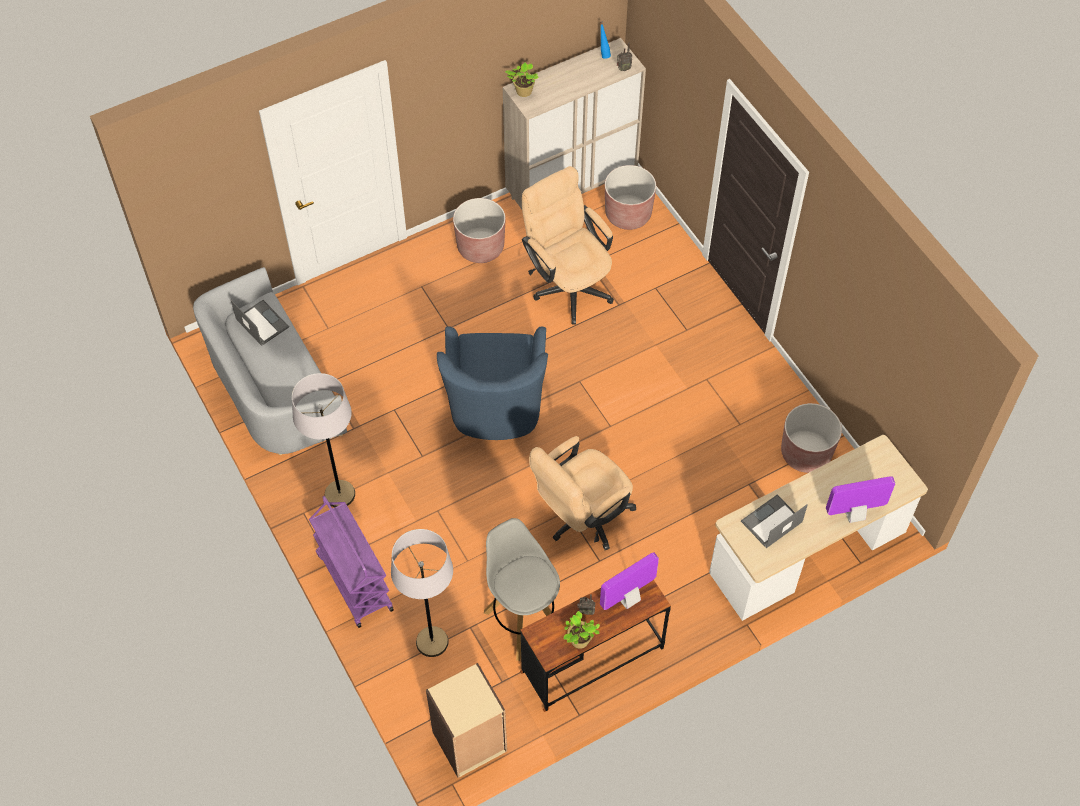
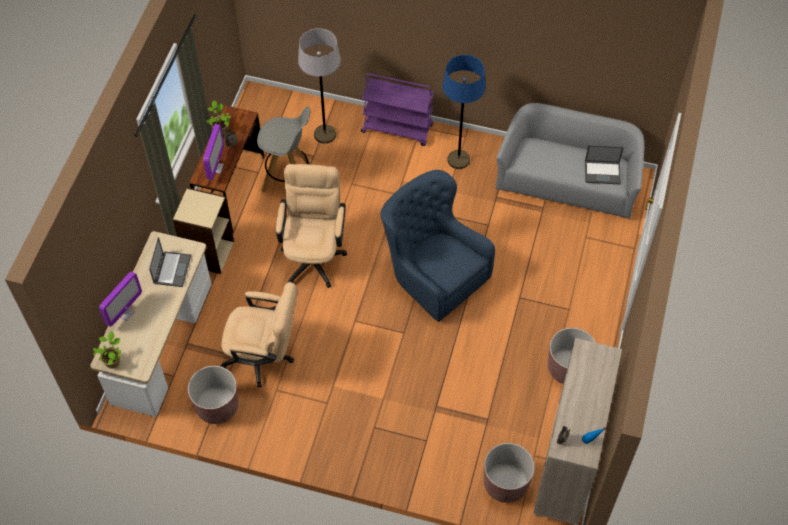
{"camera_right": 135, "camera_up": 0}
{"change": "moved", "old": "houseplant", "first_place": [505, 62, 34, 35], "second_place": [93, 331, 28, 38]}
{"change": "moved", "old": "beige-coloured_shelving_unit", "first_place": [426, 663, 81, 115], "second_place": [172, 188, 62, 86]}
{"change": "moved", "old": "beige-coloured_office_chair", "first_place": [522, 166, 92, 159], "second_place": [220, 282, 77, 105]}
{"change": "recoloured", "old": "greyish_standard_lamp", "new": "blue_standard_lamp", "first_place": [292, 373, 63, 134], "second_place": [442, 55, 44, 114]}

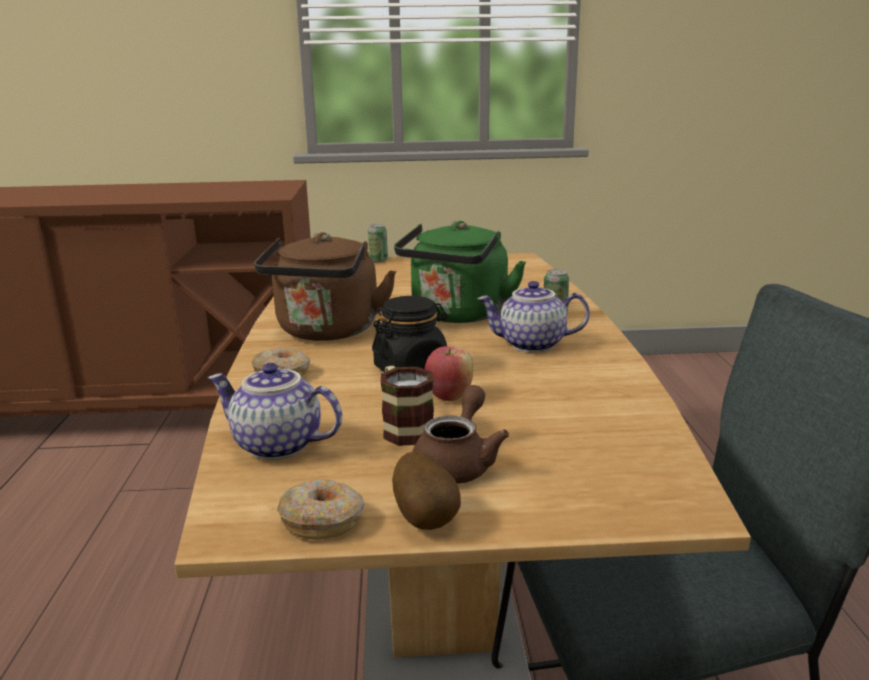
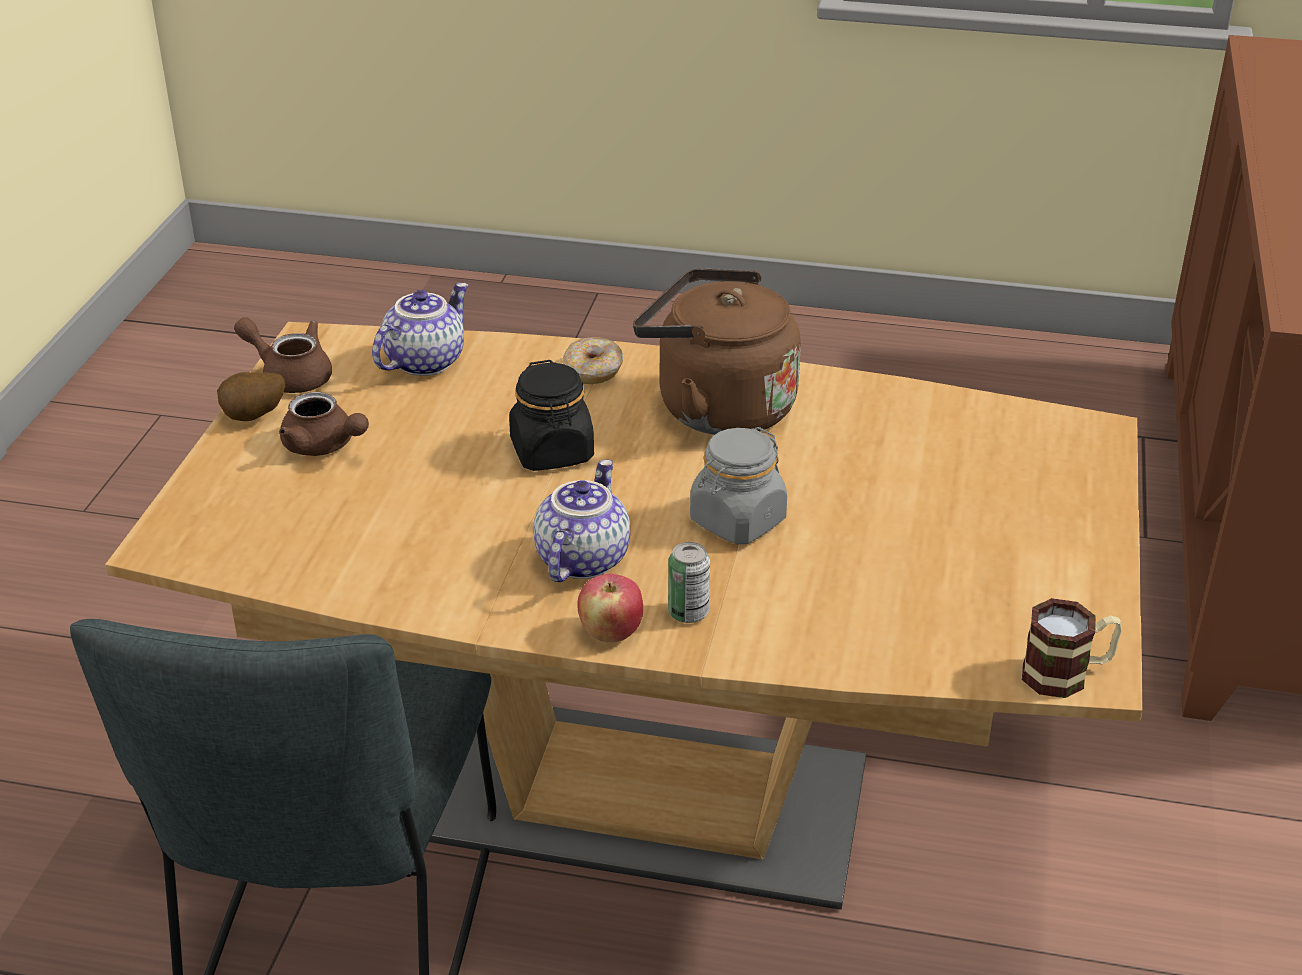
{"camera_right": 105, "camera_up": 15}
{"change": "replaced", "old": "donut", "new": "brown_tea_pot", "first_place": [277, 479, 87, 61], "second_place": [234, 317, 98, 76]}
{"change": "moved", "old": "whole_apple", "first_place": [425, 346, 48, 56], "second_place": [578, 574, 65, 68]}
{"change": "replaced", "old": "greenish_kettle", "new": "greyish_jar", "first_place": [394, 221, 132, 102], "second_place": [690, 427, 97, 117]}
{"change": "moved", "old": "coffee_mug", "first_place": [381, 366, 53, 80], "second_place": [1022, 598, 100, 100]}
{"change": "removed", "old": "can", "first_place": [368, 224, 20, 39]}

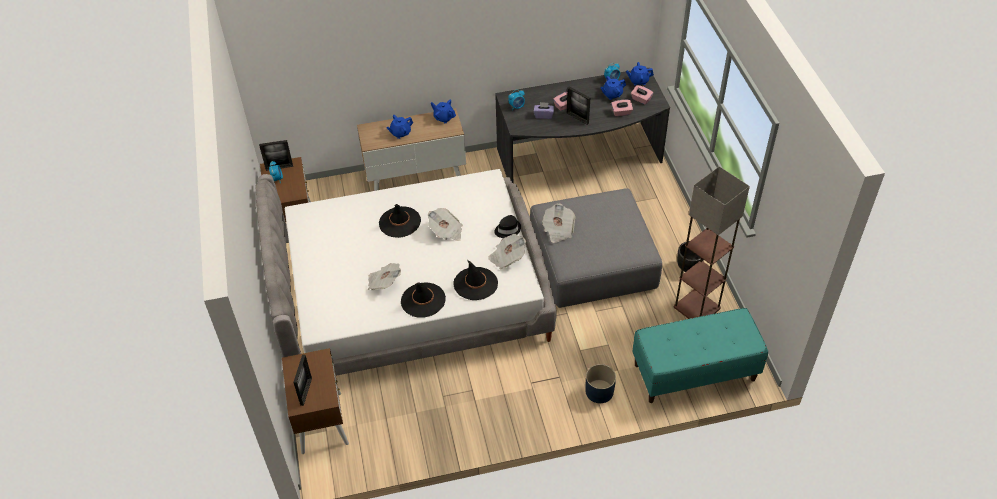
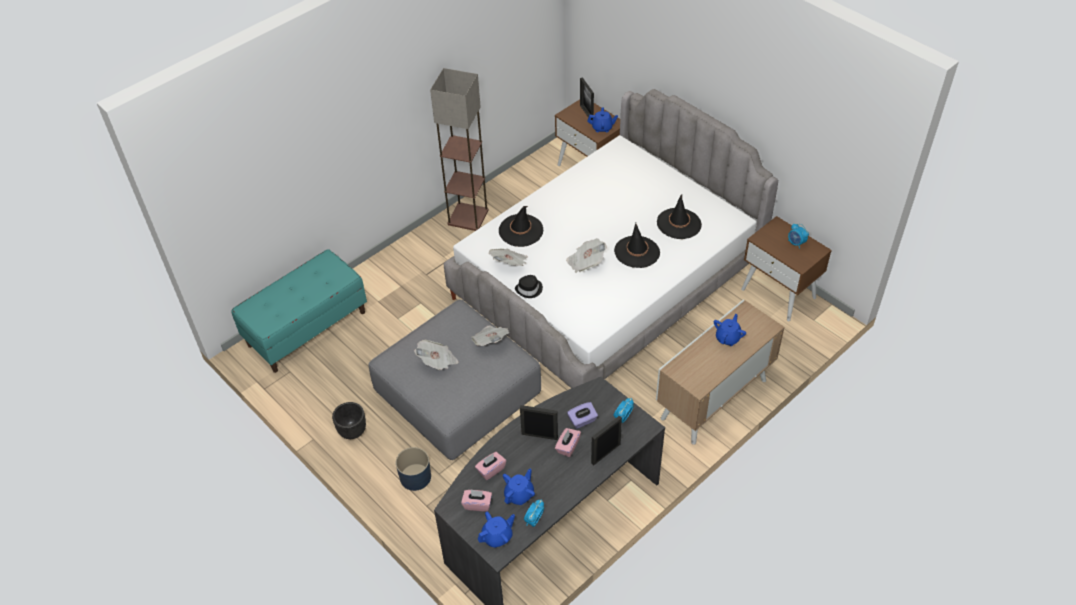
{"camera_right": 150, "camera_up": 0}
{"change": "moved", "old": "blue_planter", "first_place": [585, 364, 31, 39], "second_place": [396, 447, 35, 44]}
{"change": "moved", "old": "daily_paper", "first_place": [368, 263, 33, 27], "second_place": [414, 339, 45, 31]}
{"change": "moved", "old": "standard_lamp", "first_place": [674, 166, 76, 153], "second_place": [430, 68, 58, 163]}
{"change": "moved", "old": "blue_tea_pot", "first_place": [431, 100, 25, 23], "second_place": [588, 107, 30, 25]}
{"change": "moved", "old": "standing_frame", "first_place": [259, 140, 34, 31], "second_place": [591, 416, 31, 49]}
{"change": "moved", "old": "black_wearable_hat", "first_place": [401, 282, 45, 35], "second_place": [657, 194, 45, 45]}

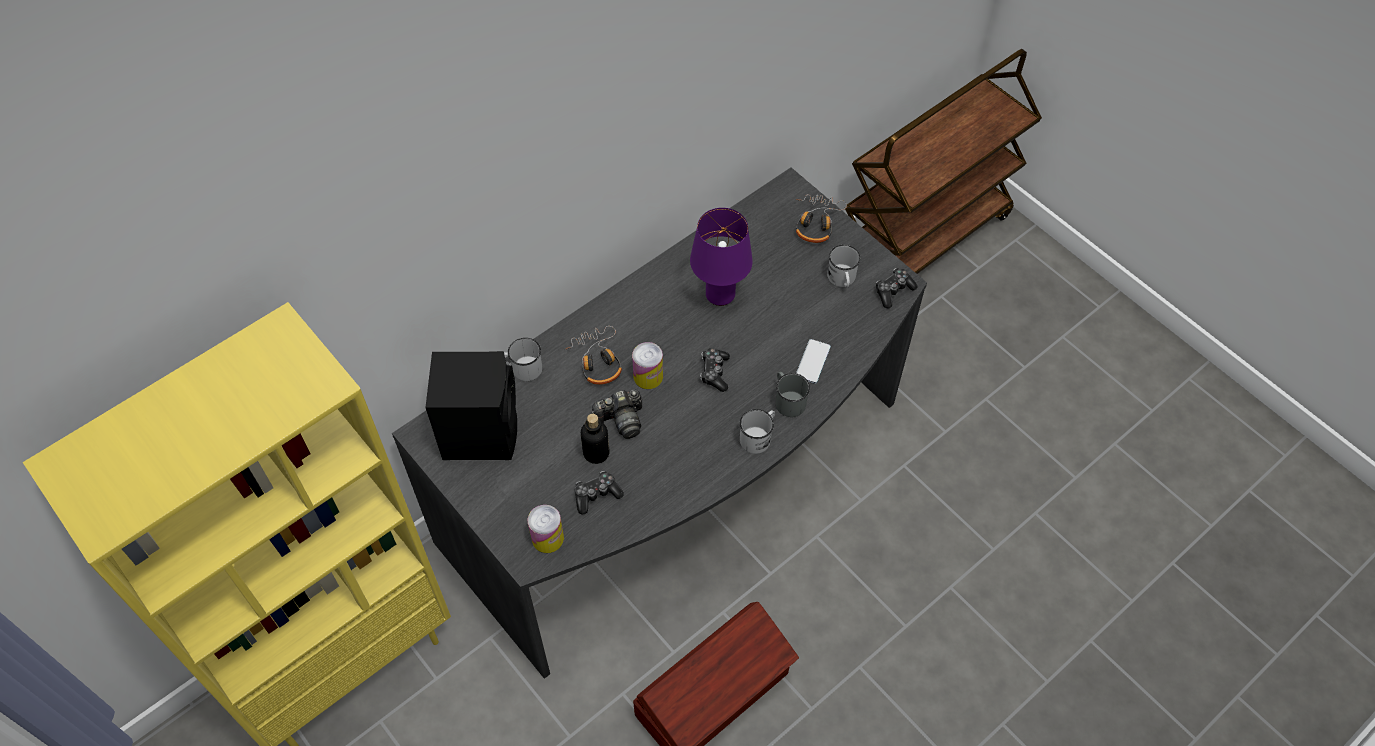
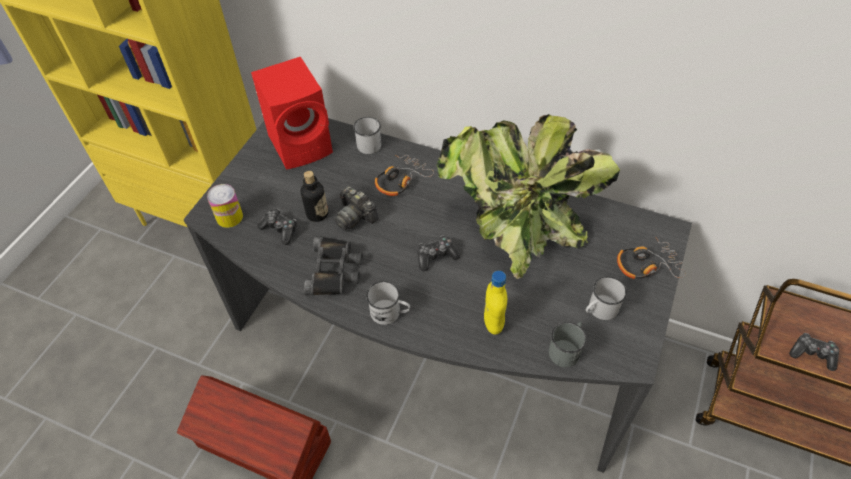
{"camera_right": 65, "camera_up": -5}
{"change": "recoloured", "old": "black_speaker", "new": "reddish_speaker", "first_place": [425, 351, 92, 109], "second_place": [251, 57, 82, 113]}
{"change": "added", "new": "black_field_glasses", "second_place": [304, 236, 59, 60]}
{"change": "replaced", "old": "purplish_tabletop_lamp", "new": "houseplant", "first_place": [690, 208, 63, 98], "second_place": [437, 114, 183, 165]}
{"change": "replaced", "old": "phone", "new": "yellowish_drink_bottle", "first_place": [796, 339, 35, 45], "second_place": [484, 271, 23, 64]}
{"change": "moved", "old": "greyish_coffee_mug", "first_place": [776, 372, 34, 45], "second_place": [549, 322, 38, 45]}
{"change": "moved", "old": "gamepad", "first_place": [876, 268, 42, 41], "second_place": [789, 333, 50, 38]}
{"change": "removed", "old": "can", "first_place": [632, 342, 31, 47]}

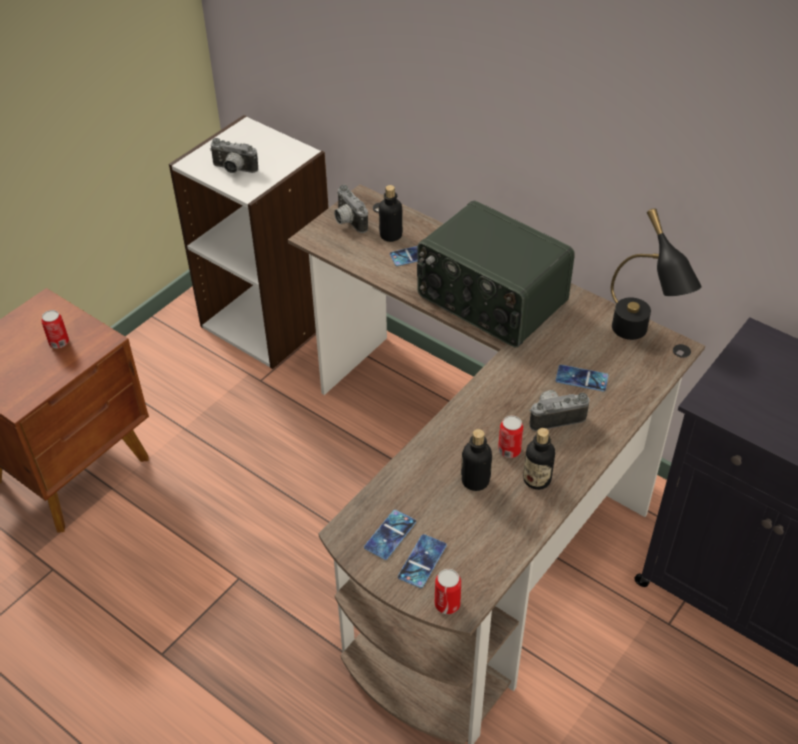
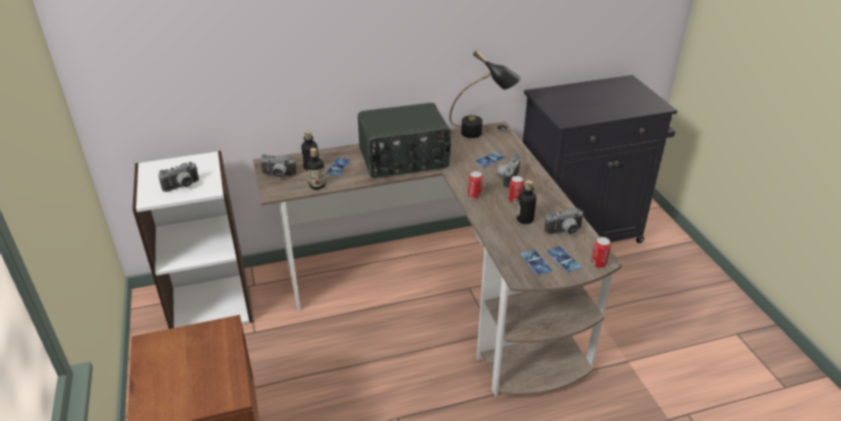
{"camera_right": -55, "camera_up": -10}
{"change": "moved", "old": "drink_bottle", "first_place": [523, 428, 32, 62], "second_place": [306, 148, 20, 41]}
{"change": "moved", "old": "can", "first_place": [41, 310, 28, 38], "second_place": [468, 171, 15, 28]}
{"change": "added", "new": "still_camera", "second_place": [544, 208, 40, 27]}

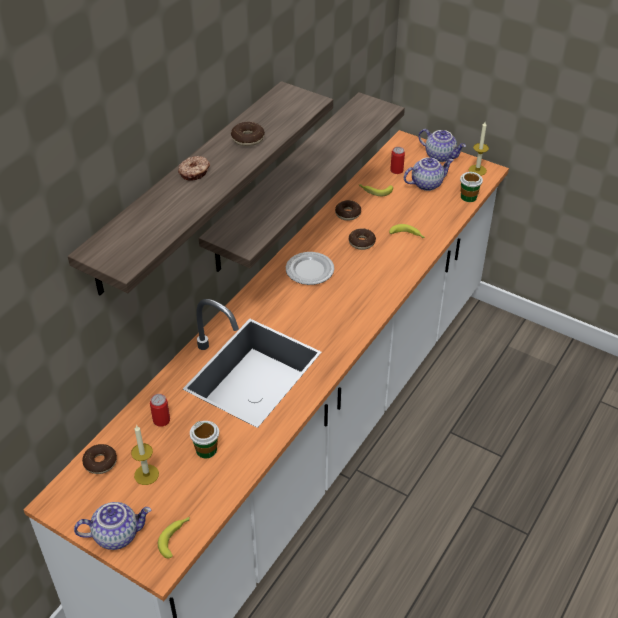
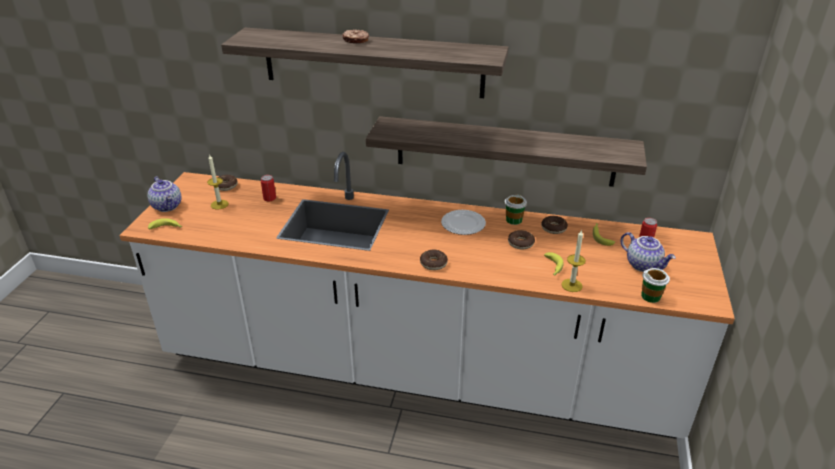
{"camera_right": 70, "camera_up": -10}
{"change": "moved", "old": "donut", "first_place": [231, 122, 34, 24], "second_place": [420, 250, 28, 20]}
{"change": "moved", "old": "cup", "first_place": [190, 421, 29, 37], "second_place": [505, 194, 22, 31]}
{"change": "moved", "old": "wax_light", "first_place": [469, 122, 20, 54], "second_place": [561, 229, 25, 63]}
{"change": "removed", "old": "tea_pot", "first_place": [418, 129, 48, 33]}

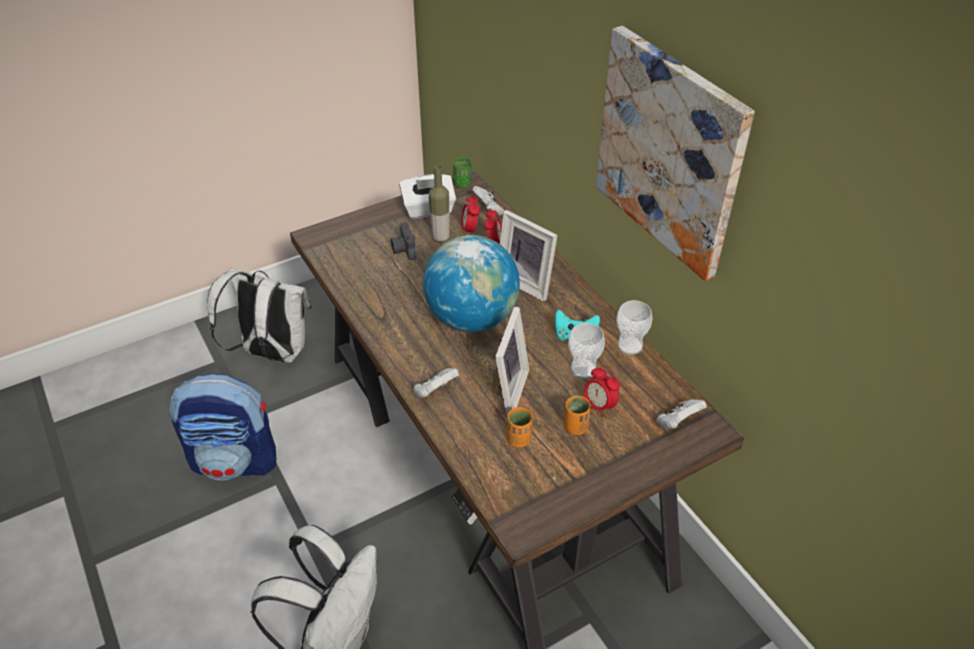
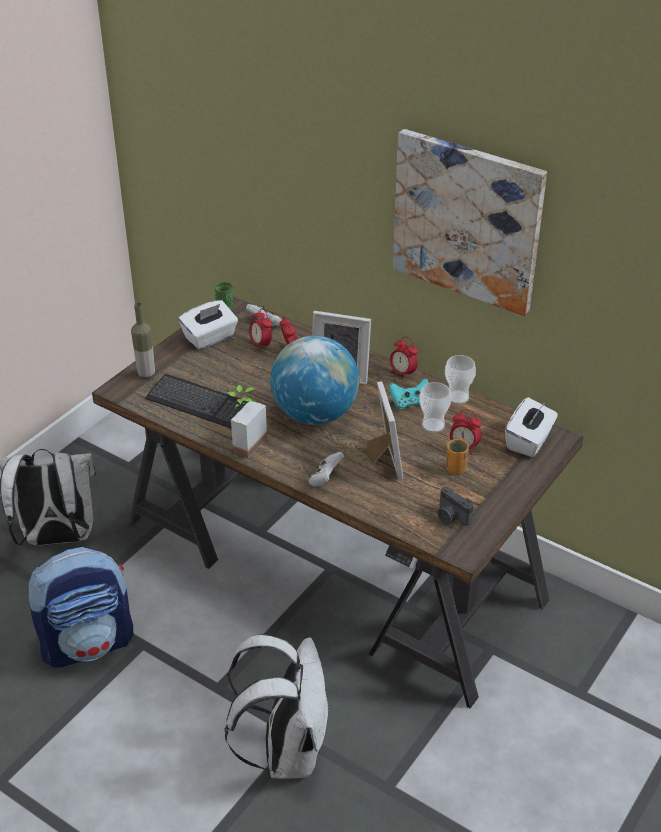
{"camera_right": -25, "camera_up": -5}
{"change": "moved", "old": "drink_bottle", "first_place": [429, 165, 21, 78], "second_place": [131, 302, 24, 77]}
{"change": "added", "new": "keyboard", "second_place": [146, 374, 102, 54]}
{"change": "added", "new": "houseplant", "second_place": [227, 385, 40, 73]}
{"change": "added", "new": "bedside_clock", "second_place": [390, 336, 28, 44]}
{"change": "moved", "old": "still_camera", "first_place": [391, 222, 25, 38], "second_place": [438, 486, 35, 40]}
{"change": "replaced", "old": "white-coloured_gamepad", "new": "white-coloured_tissue_holder", "first_place": [657, 399, 50, 30], "second_place": [505, 397, 53, 60]}
{"change": "removed", "old": "orangey_cup", "first_place": [507, 407, 26, 40]}

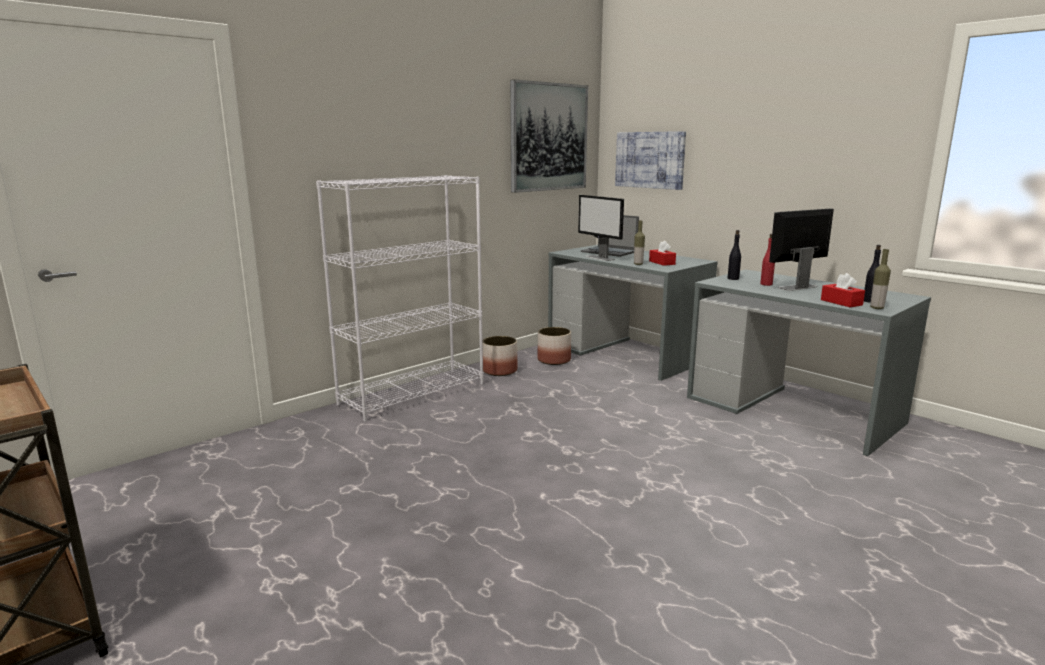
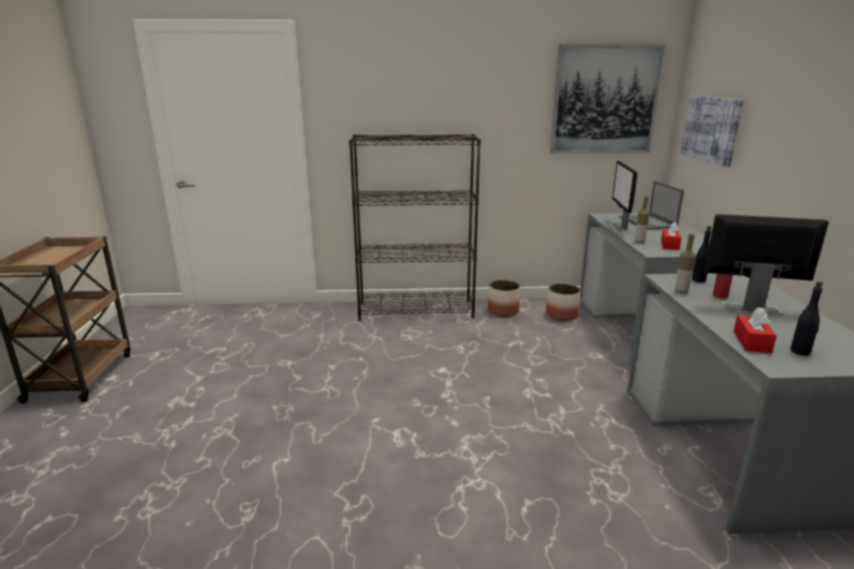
{"camera_right": 40, "camera_up": 5}
{"change": "recoloured", "old": "white-coloured_shelving_unit", "new": "black_shelving_unit", "first_place": [316, 175, 168, 247], "second_place": [349, 134, 132, 187]}
{"change": "moved", "old": "drink_bottle", "first_place": [870, 249, 21, 60], "second_place": [675, 234, 20, 59]}

